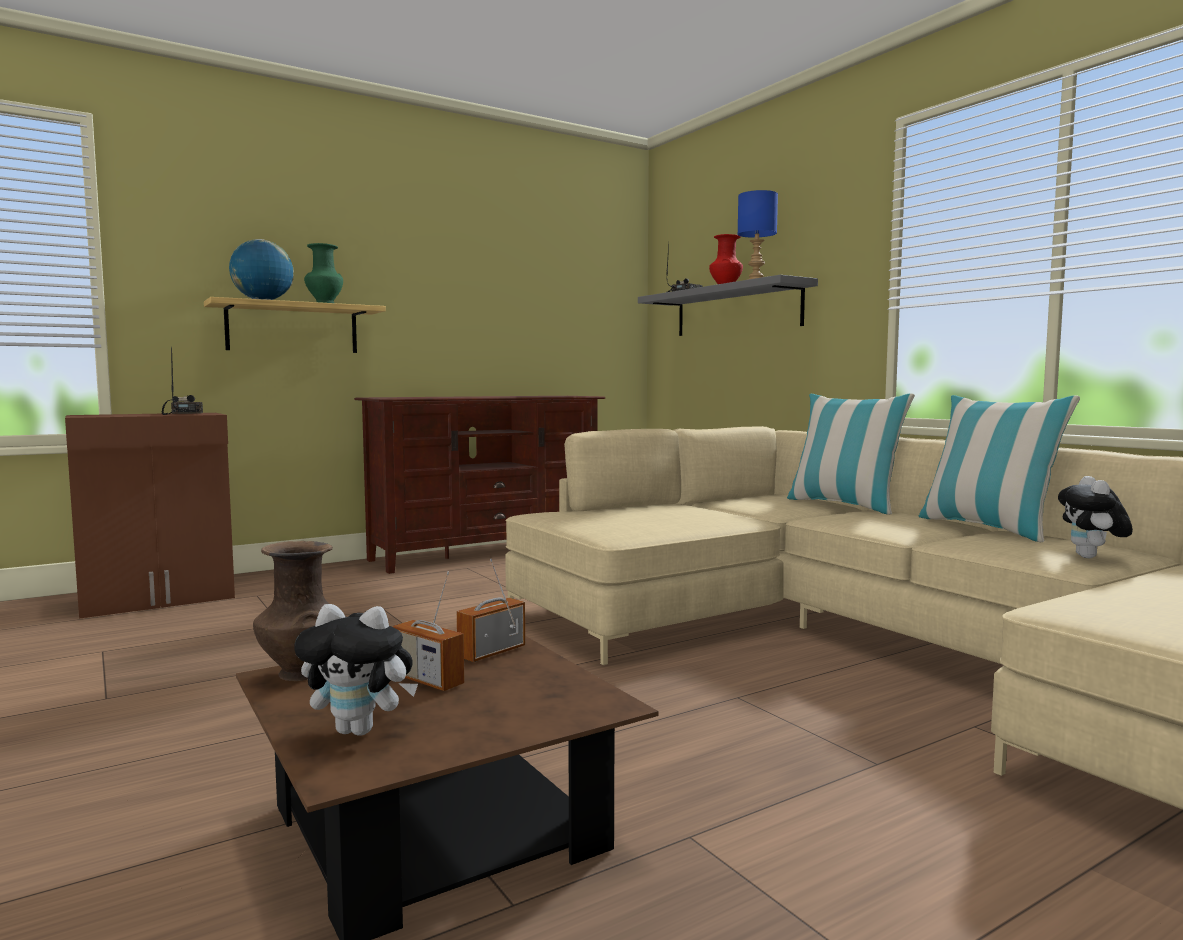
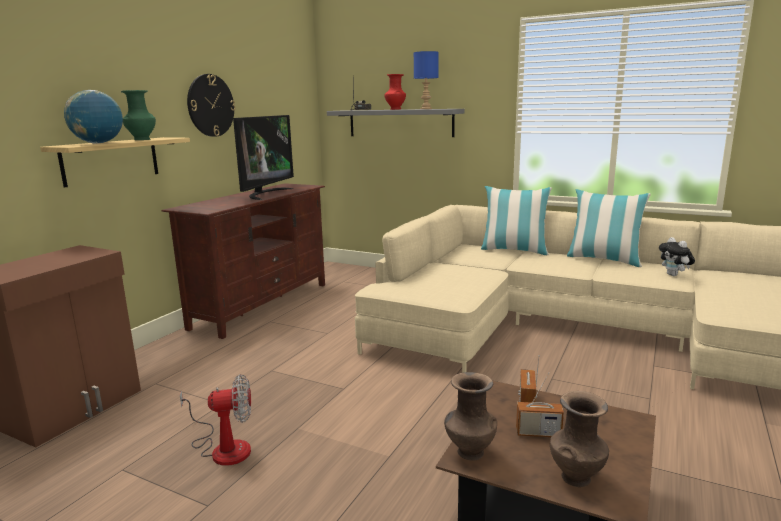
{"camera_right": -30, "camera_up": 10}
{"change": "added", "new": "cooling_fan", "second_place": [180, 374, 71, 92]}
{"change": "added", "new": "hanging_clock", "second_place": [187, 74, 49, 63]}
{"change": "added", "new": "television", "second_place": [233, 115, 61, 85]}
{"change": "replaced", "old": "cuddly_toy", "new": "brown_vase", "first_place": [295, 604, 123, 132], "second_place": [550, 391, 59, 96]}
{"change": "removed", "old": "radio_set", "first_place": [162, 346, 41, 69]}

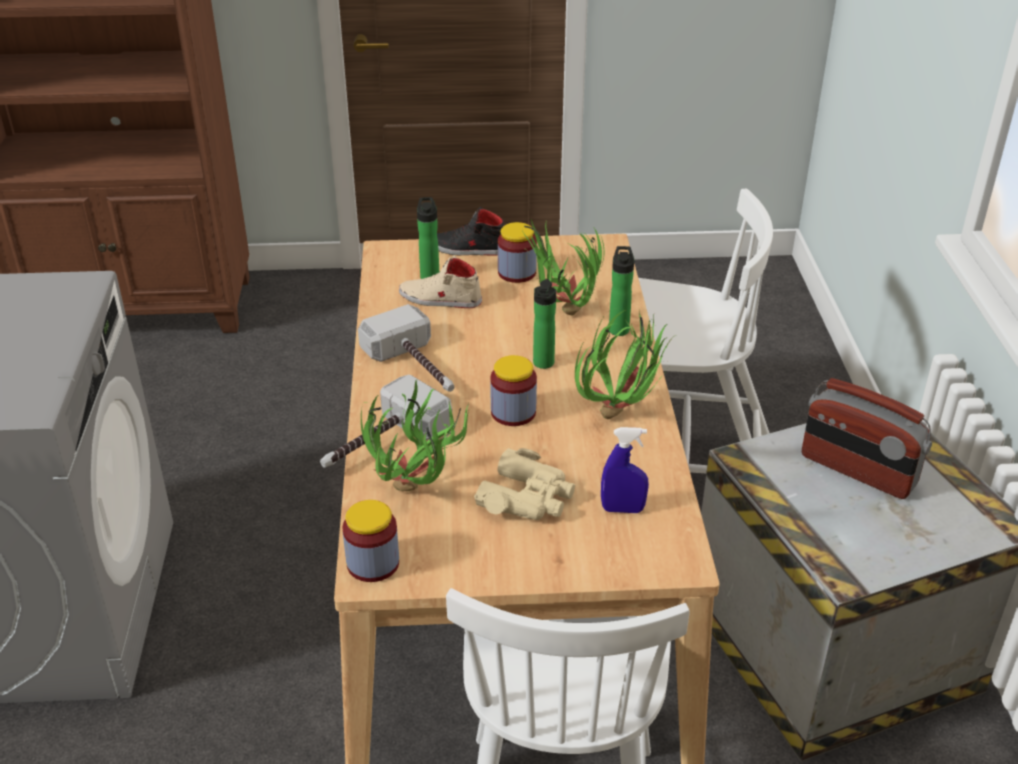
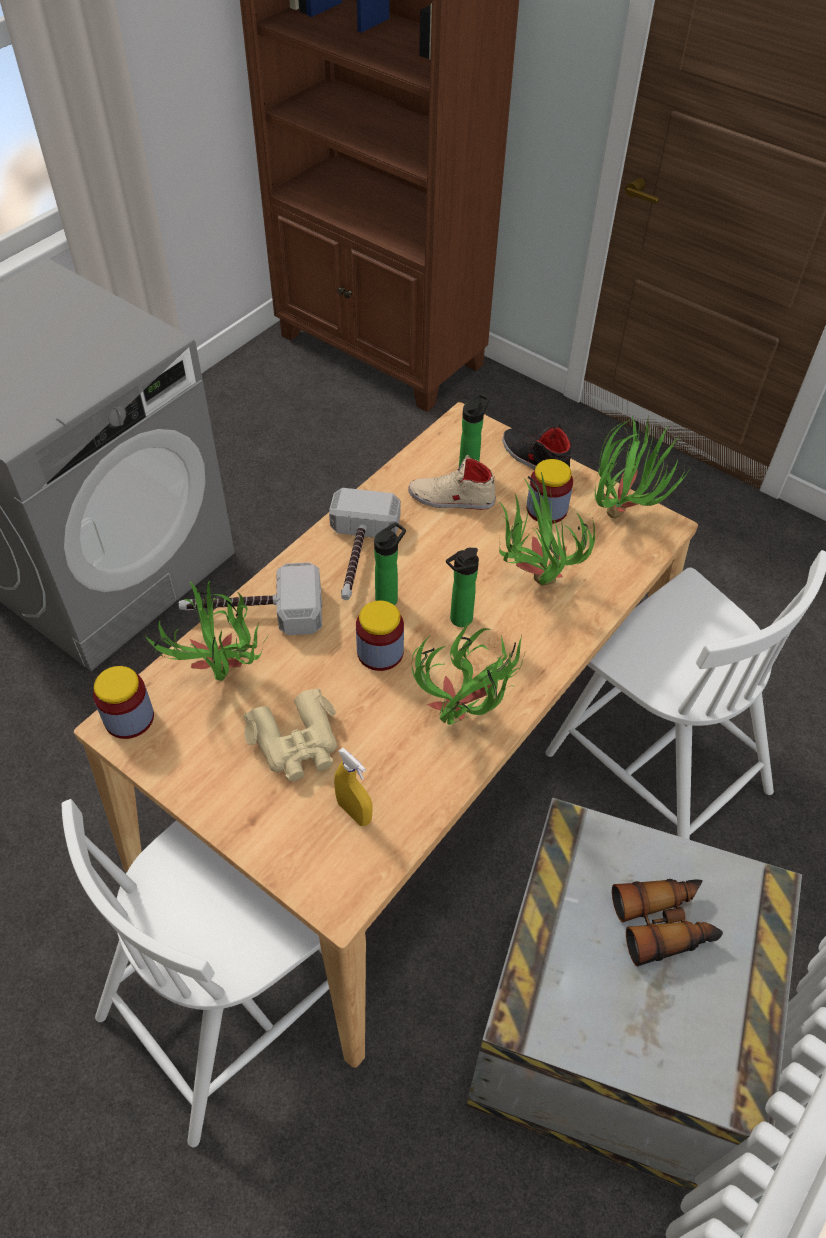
{"camera_right": 40, "camera_up": 15}
{"change": "recoloured", "old": "blue_hand_sprayer", "new": "yellowish_hand_sprayer", "first_place": [601, 427, 48, 86], "second_place": [334, 748, 38, 78]}
{"change": "moved", "old": "drink_bottle", "first_place": [609, 246, 25, 90], "second_place": [374, 522, 32, 83]}
{"change": "turned", "old": "beige-coloured_shoe", "first_place": [399, 256, 83, 52], "second_place": [408, 455, 88, 55], "degrees": -45}
{"change": "added", "new": "houseplant", "second_place": [595, 414, 95, 105]}
{"change": "replaced", "old": "radio_set", "new": "field_glasses", "first_place": [802, 378, 130, 121], "second_place": [612, 879, 111, 87]}

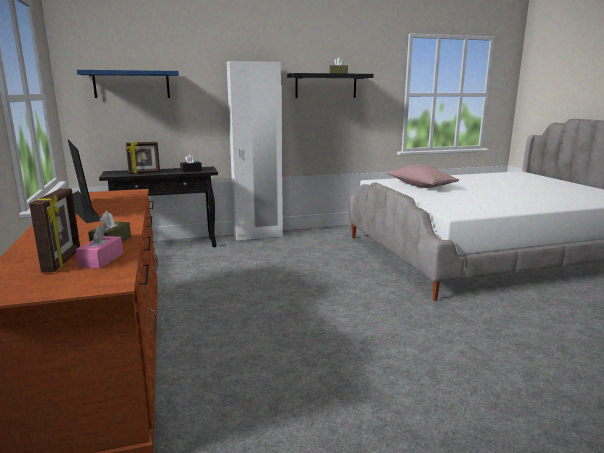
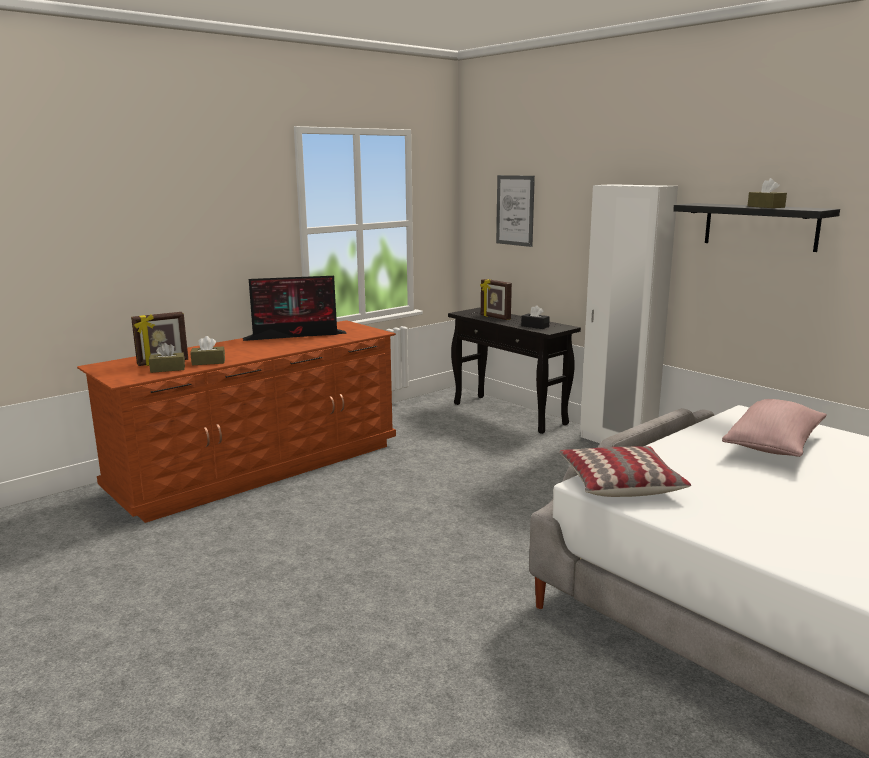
{"camera_right": 65, "camera_up": 0}
{"change": "recoloured", "old": "pink-coloured_tissue_holder", "new": "brown_tissue_holder", "first_place": [76, 225, 47, 44], "second_place": [149, 343, 36, 30]}
{"change": "turned", "old": "computer_screen", "first_place": [68, 140, 32, 83], "second_place": [243, 276, 104, 65], "degrees": 45}
{"change": "replaced", "old": "blue_bracket_shelf", "new": "wall_art", "first_place": [77, 70, 102, 28], "second_place": [496, 175, 39, 72]}
{"change": "added", "new": "throw_pillow", "second_place": [559, 446, 132, 51]}

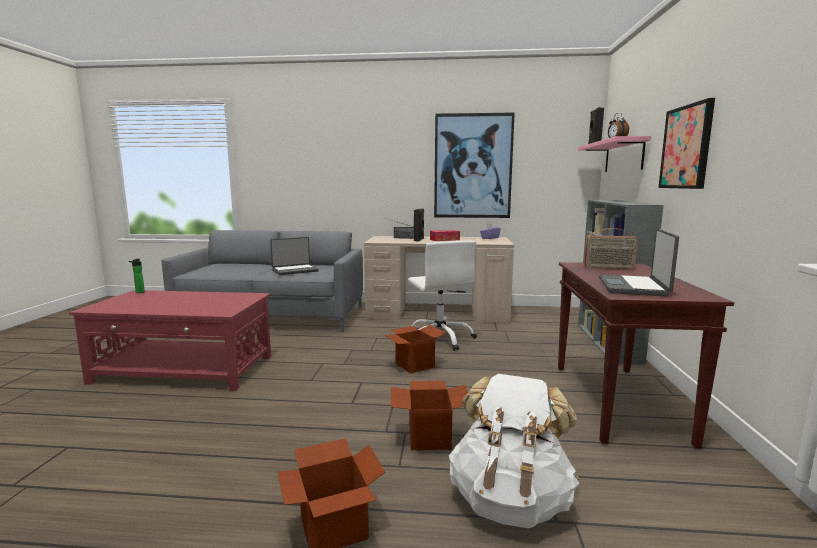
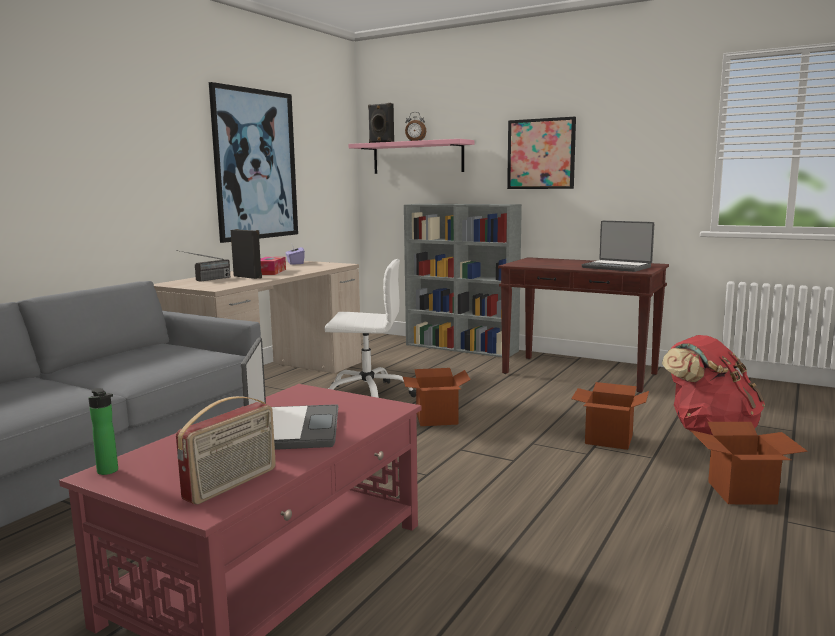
{"camera_right": -65, "camera_up": 0}
{"change": "moved", "old": "radio_set", "first_place": [584, 228, 54, 41], "second_place": [176, 396, 100, 108]}
{"change": "moved", "old": "notebook_computer", "first_place": [270, 237, 49, 38], "second_place": [241, 338, 97, 112]}
{"change": "recoloured", "old": "white-coloured_rucksack", "new": "reddish_rucksack", "first_place": [449, 374, 130, 154], "second_place": [662, 335, 103, 100]}

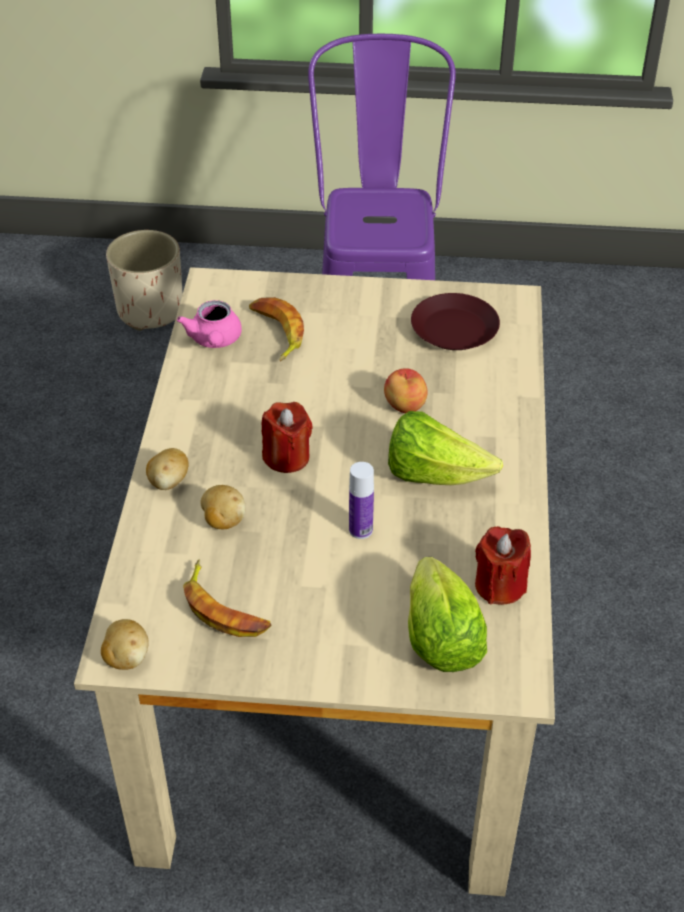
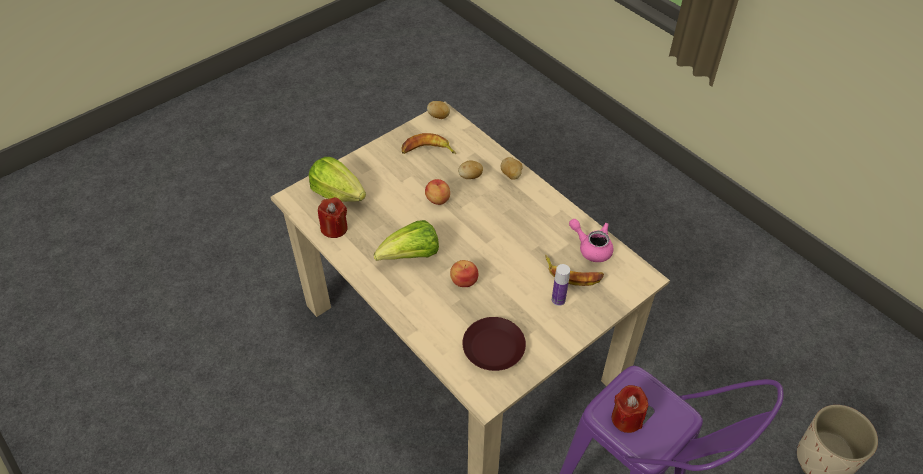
{"camera_right": 135, "camera_up": 5}
{"change": "added", "new": "whole_apple", "second_place": [425, 179, 25, 26]}
{"change": "moved", "old": "drink_bottle", "first_place": [349, 462, 25, 77], "second_place": [552, 264, 18, 42]}
{"change": "moved", "old": "reddish_wax_light", "first_place": [262, 402, 51, 71], "second_place": [612, 385, 36, 48]}

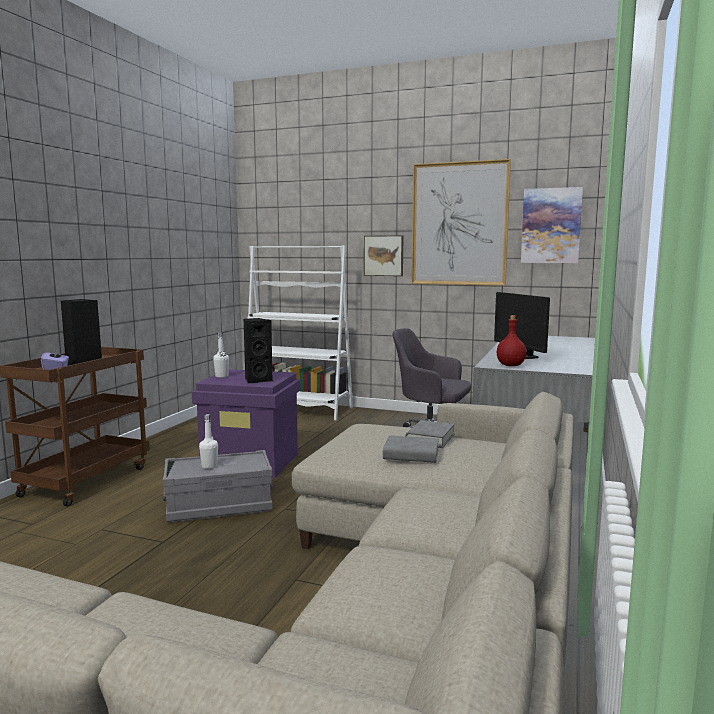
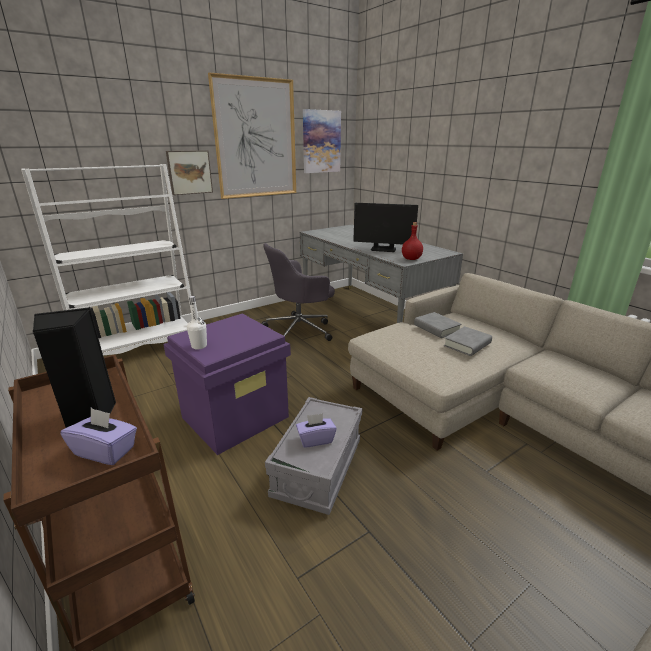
{"camera_right": -55, "camera_up": 15}
{"change": "replaced", "old": "white-coloured_drink_bottle", "new": "purplish_tissue_holder", "first_place": [199, 414, 19, 55], "second_place": [296, 413, 41, 35]}
{"change": "removed", "old": "black_speaker", "first_place": [243, 318, 30, 66]}

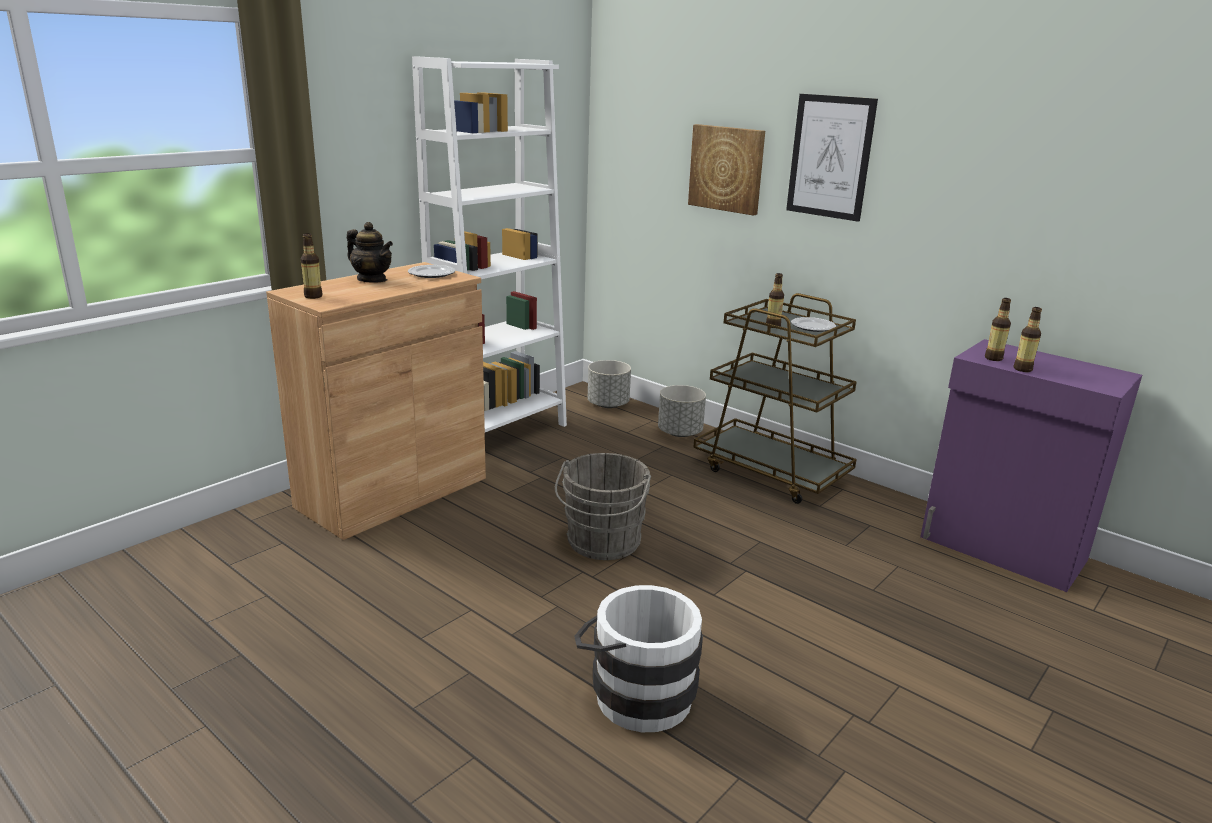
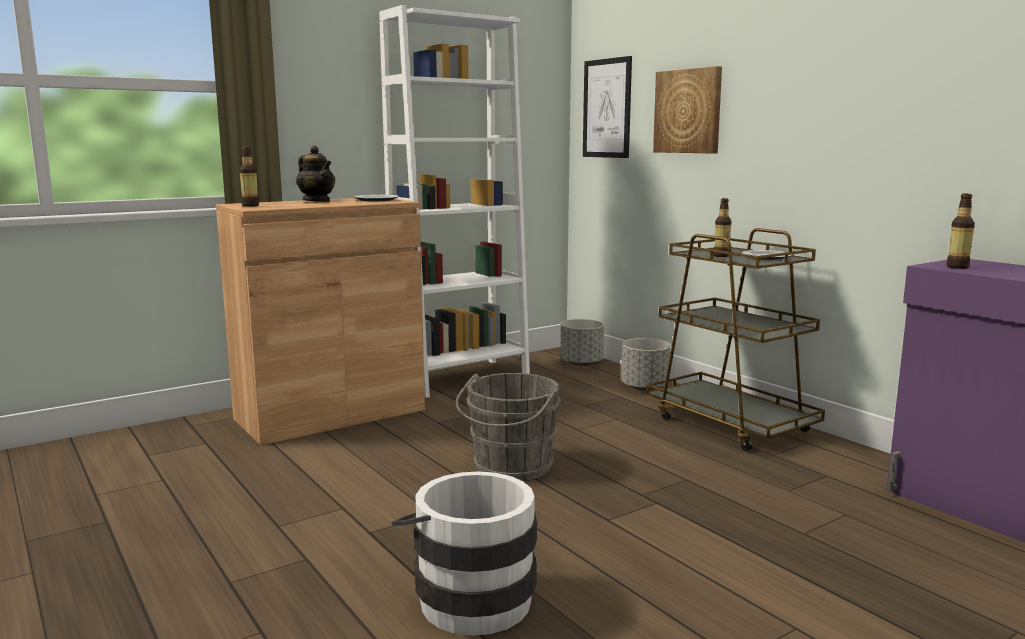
{"camera_right": 15, "camera_up": -10}
{"change": "moved", "old": "wall_art", "first_place": [786, 94, 92, 128], "second_place": [583, 56, 49, 102]}
{"change": "removed", "old": "drink_bottle", "first_place": [1013, 307, 29, 65]}

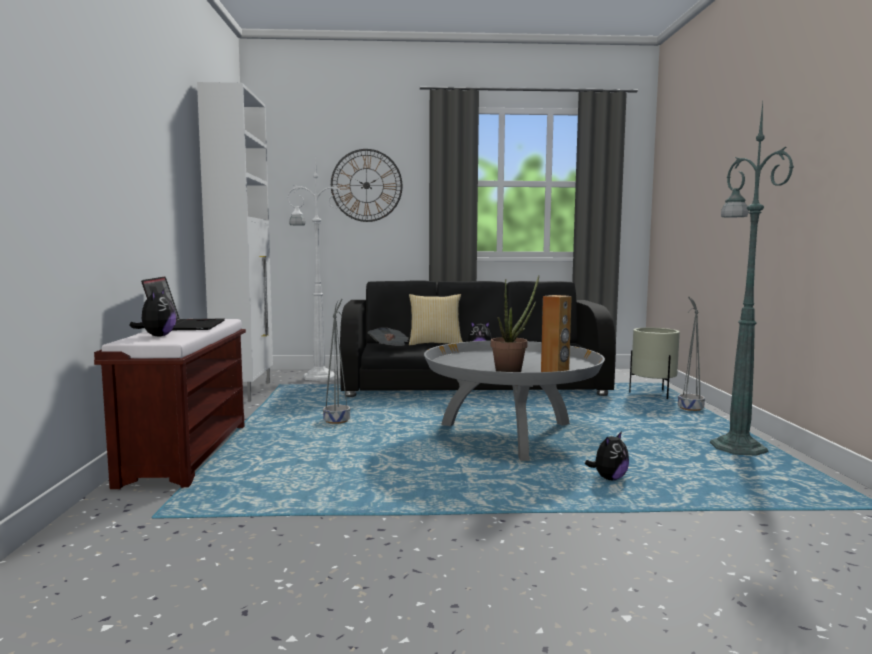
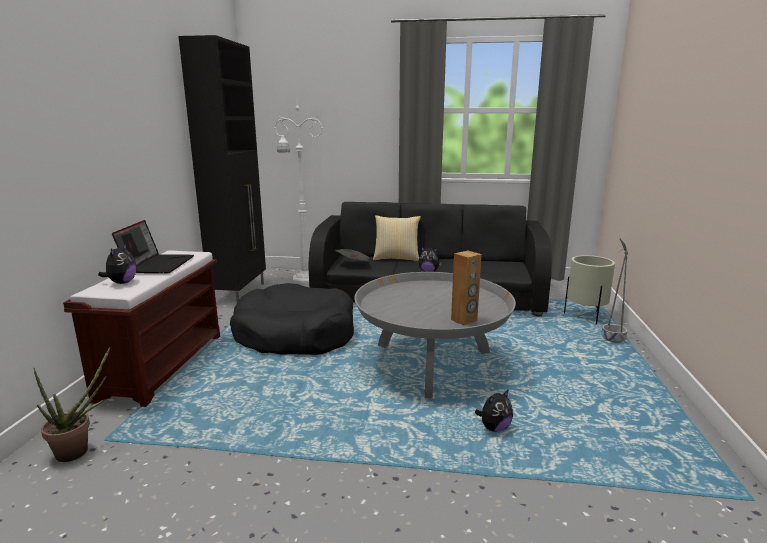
{"camera_right": 10, "camera_up": 10}
{"change": "moved", "old": "houseplant", "first_place": [491, 276, 48, 96], "second_place": [33, 347, 77, 115]}
{"change": "recoloured", "old": "white-coloured_cabinet", "new": "black_cabinet", "first_place": [197, 82, 76, 320], "second_place": [178, 35, 88, 269]}
{"change": "replaced", "old": "greyish_planter", "new": "black_dog_cushion", "first_place": [323, 299, 27, 125], "second_place": [230, 283, 124, 72]}
{"change": "removed", "old": "hanging_clock", "first_place": [331, 149, 71, 73]}
{"change": "removed", "old": "greenish_standard_lamp", "first_place": [710, 103, 84, 353]}

